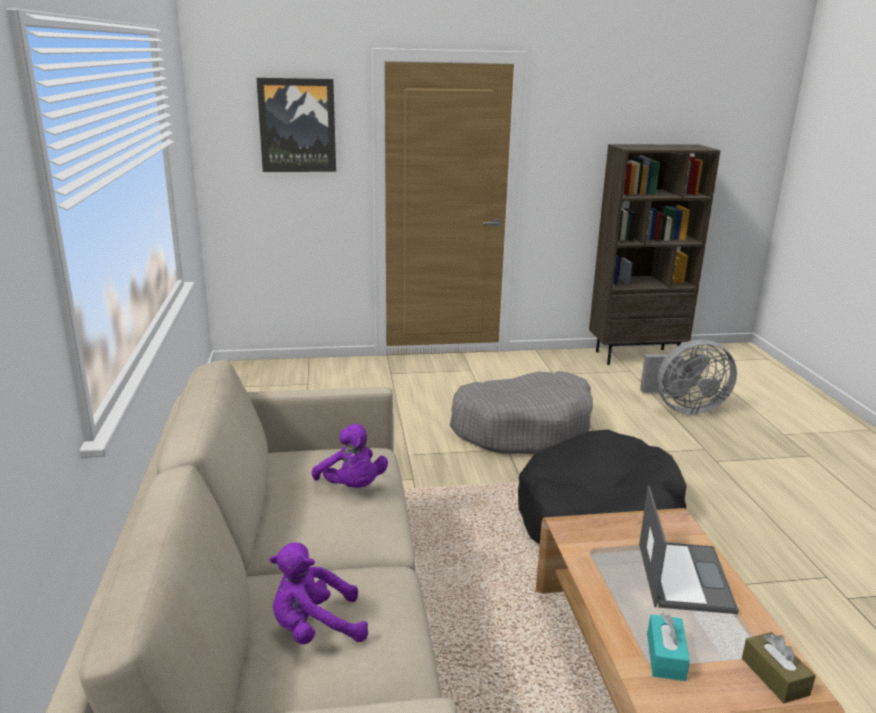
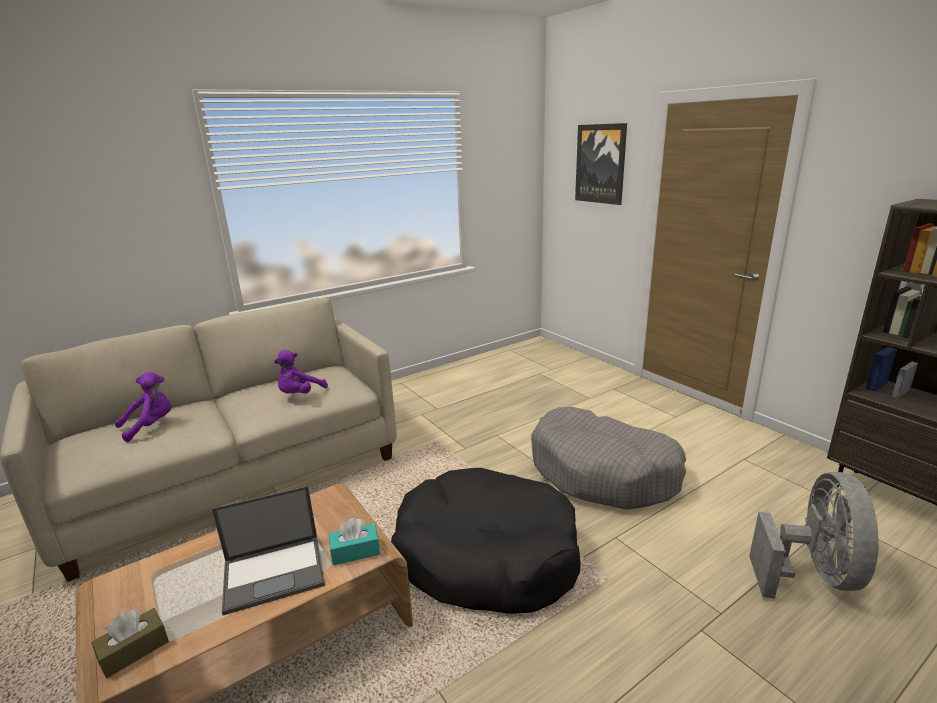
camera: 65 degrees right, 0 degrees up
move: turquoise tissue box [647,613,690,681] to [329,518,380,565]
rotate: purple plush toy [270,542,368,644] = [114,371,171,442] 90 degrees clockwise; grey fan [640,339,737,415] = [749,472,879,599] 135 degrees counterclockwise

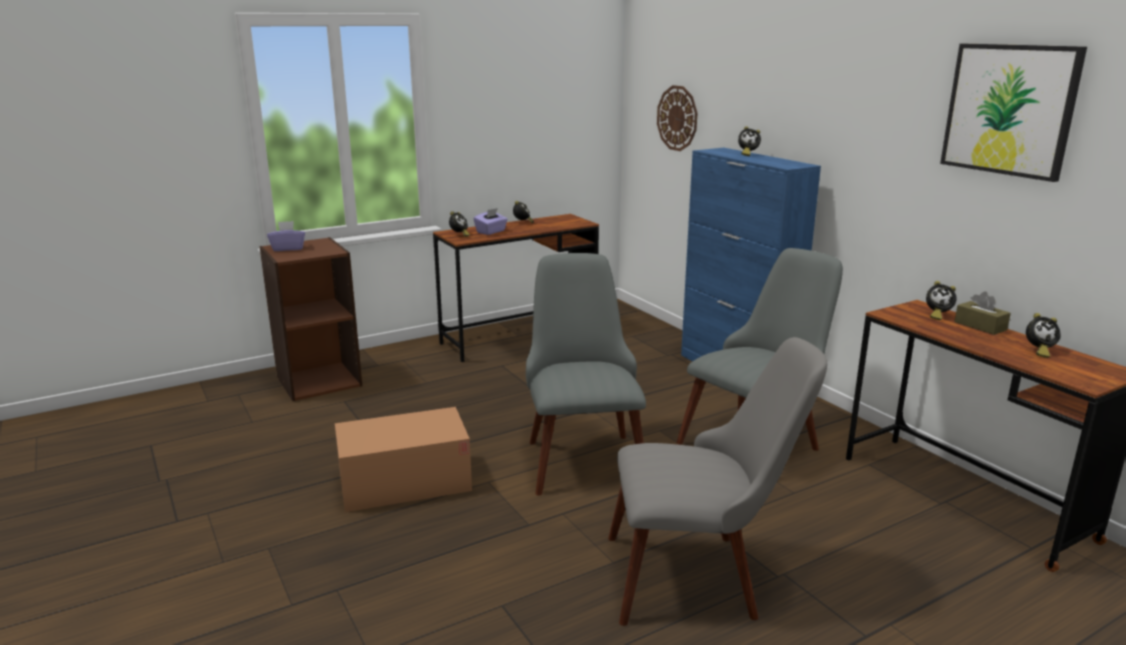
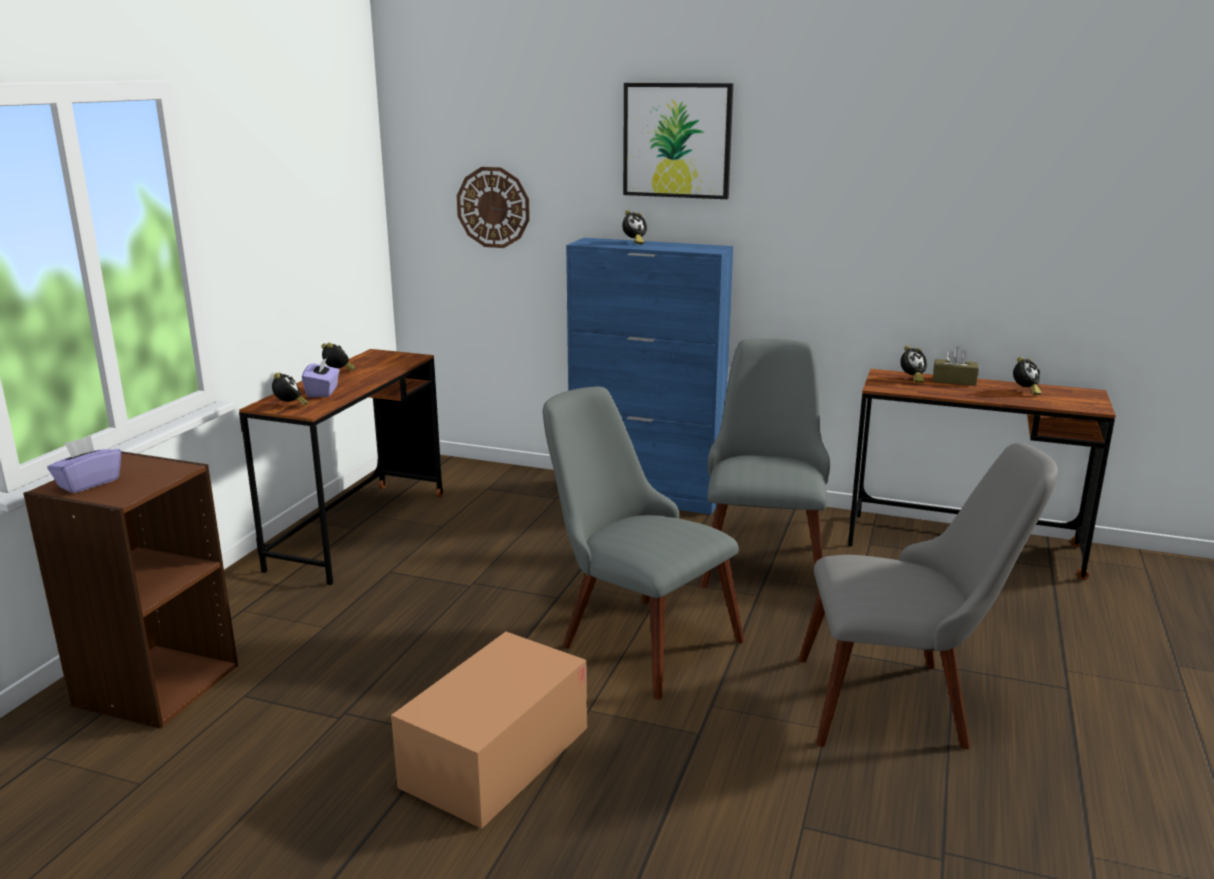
camera: 40 degrees left, 0 degrees up
move: picture [940,44,1087,182] to [623,83,733,199]
rotate: grey chair [608,337,827,626] = [798,443,1058,749] 45 degrees clockwise

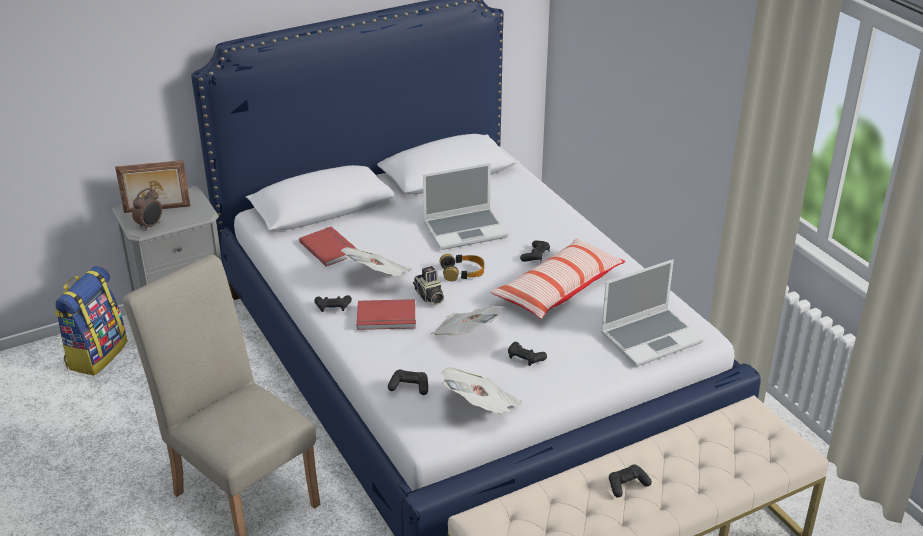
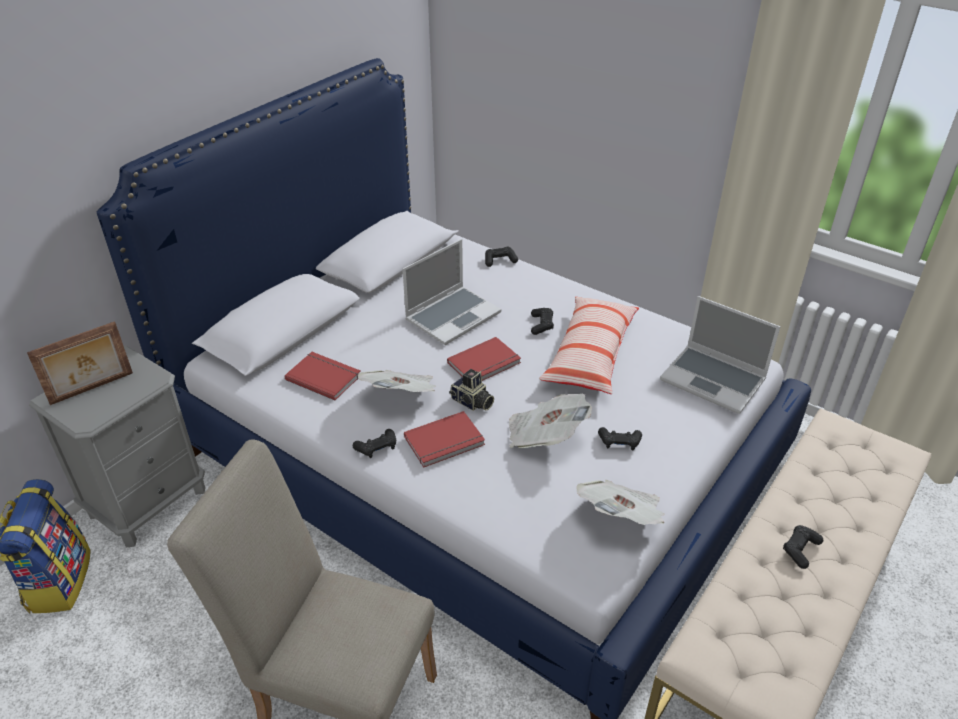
camera: 25 degrees left, 5 degrees up
delete: alarm clock [132,188,162,231]
move: black game controller [388,369,428,395] to [485,247,518,267]
replace: headphones [440,254,485,281] to red book [447,337,521,381]
rotate: laptop [601,259,704,367] = [660,296,780,414] 90 degrees clockwise

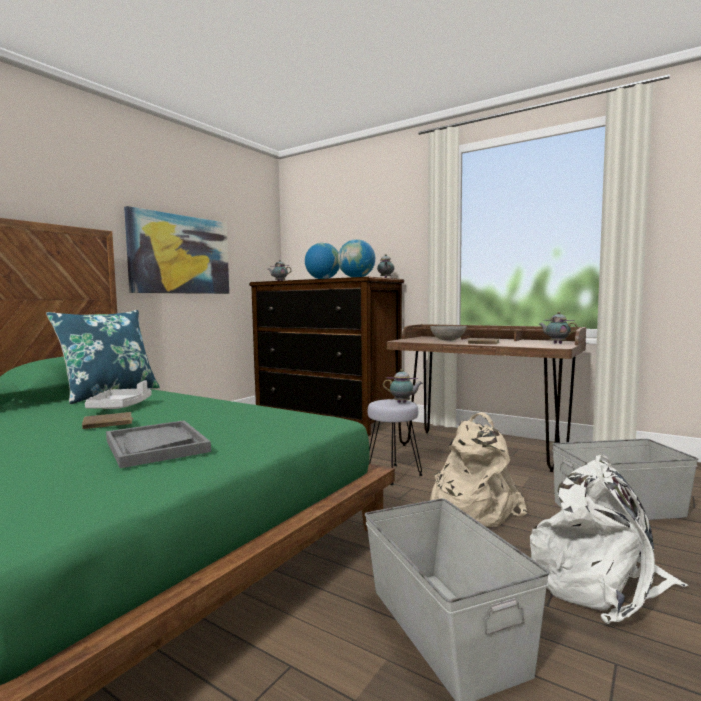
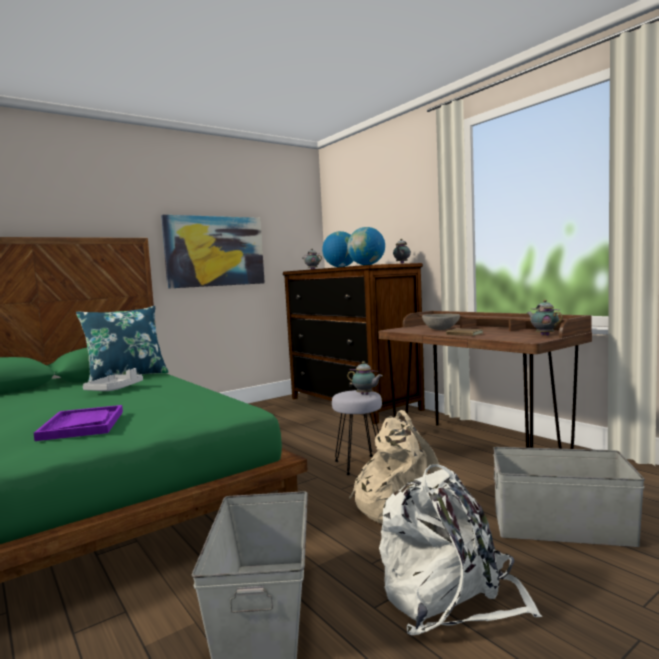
camera: 20 degrees right, 0 degrees up
delete: brown book [82,412,134,429]
recolor: grey tray [106,420,211,468] to purple tray [34,405,123,441]

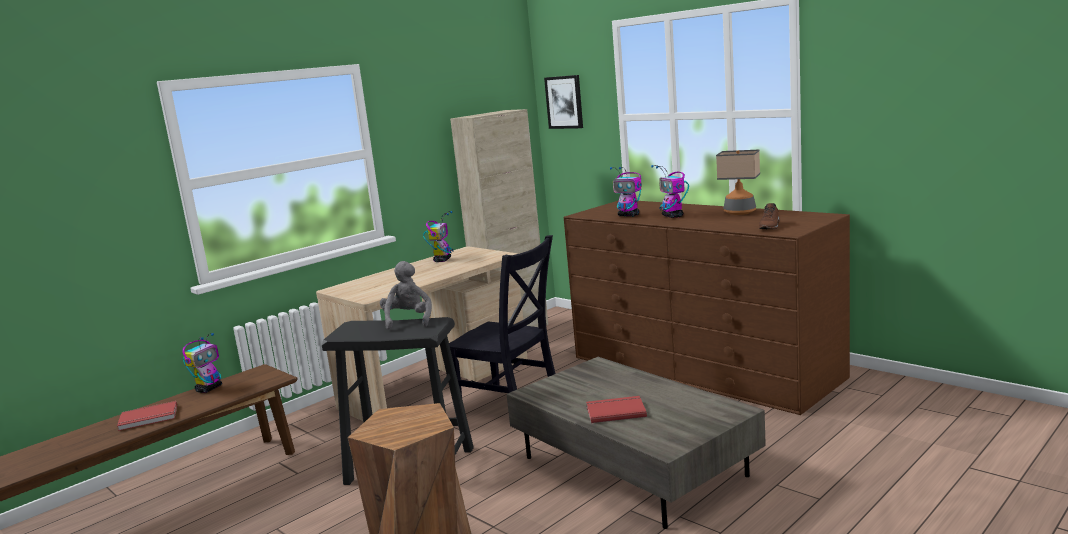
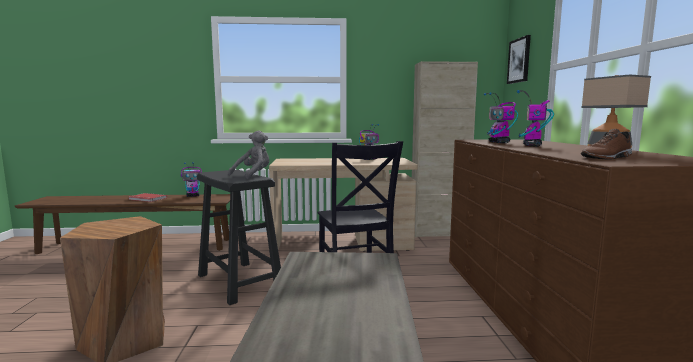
camera: 40 degrees right, 5 degrees down
delete: red book [586,396,647,423]

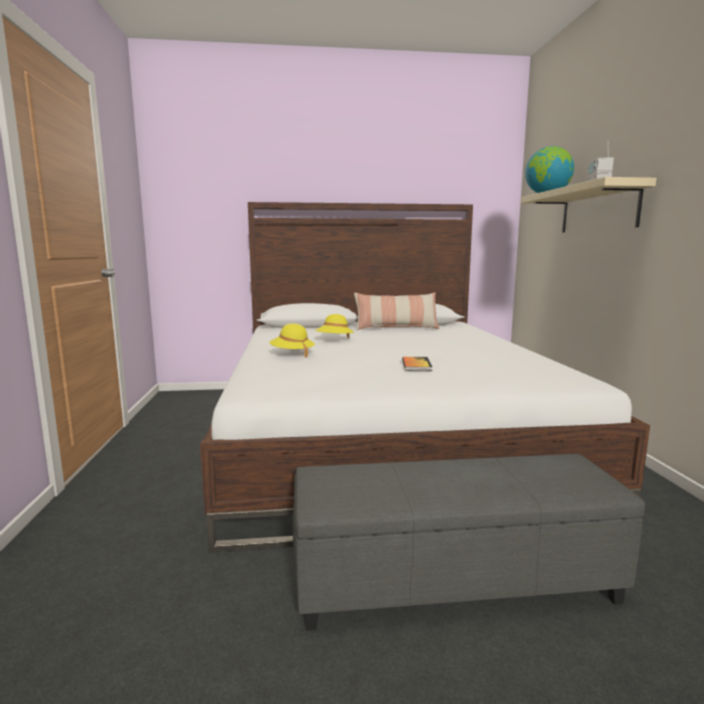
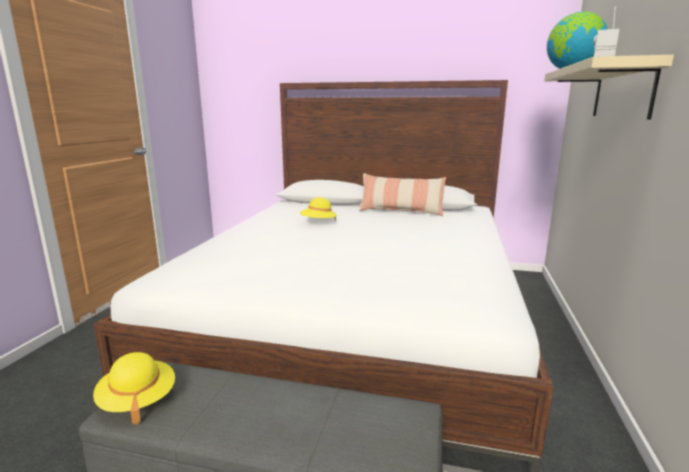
camera: 20 degrees right, 5 degrees up
delete: book [402,357,432,371]
move: yellow hat [269,323,315,358] to [93,352,175,425]

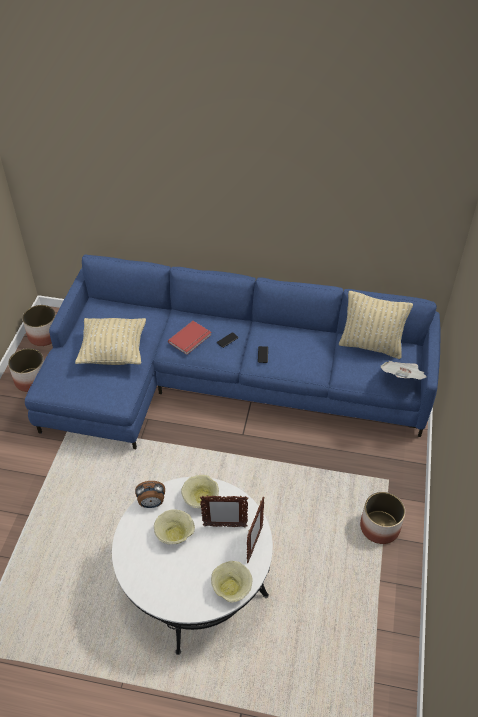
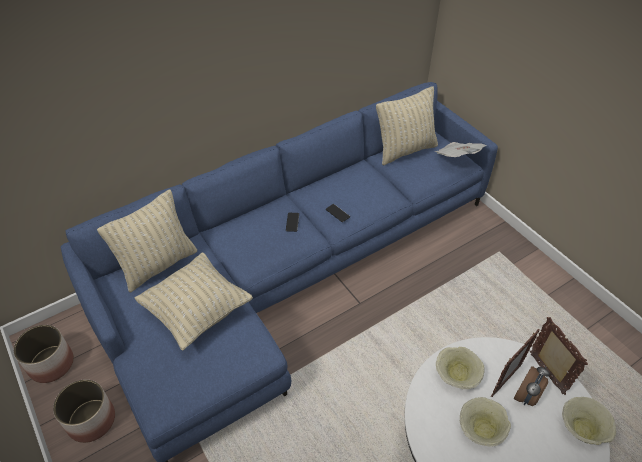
camera: 45 degrees left, 0 degrees up
delete: red book [168,321,212,355]; planter [360,492,405,544]
insert: beige pillow [97,189,197,292]
move: alarm clock [135,481,165,508] to [514,366,550,406]

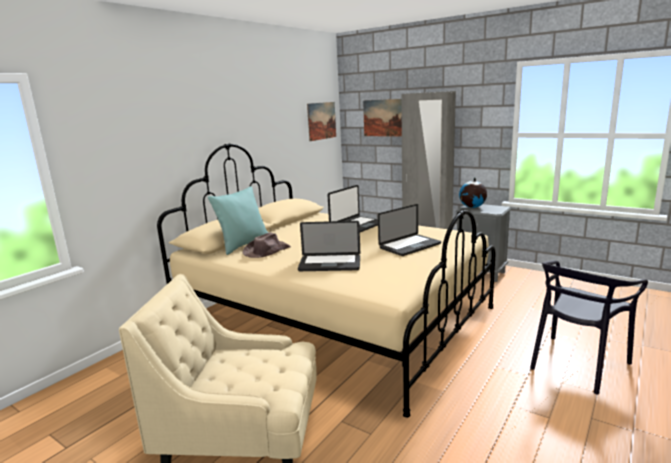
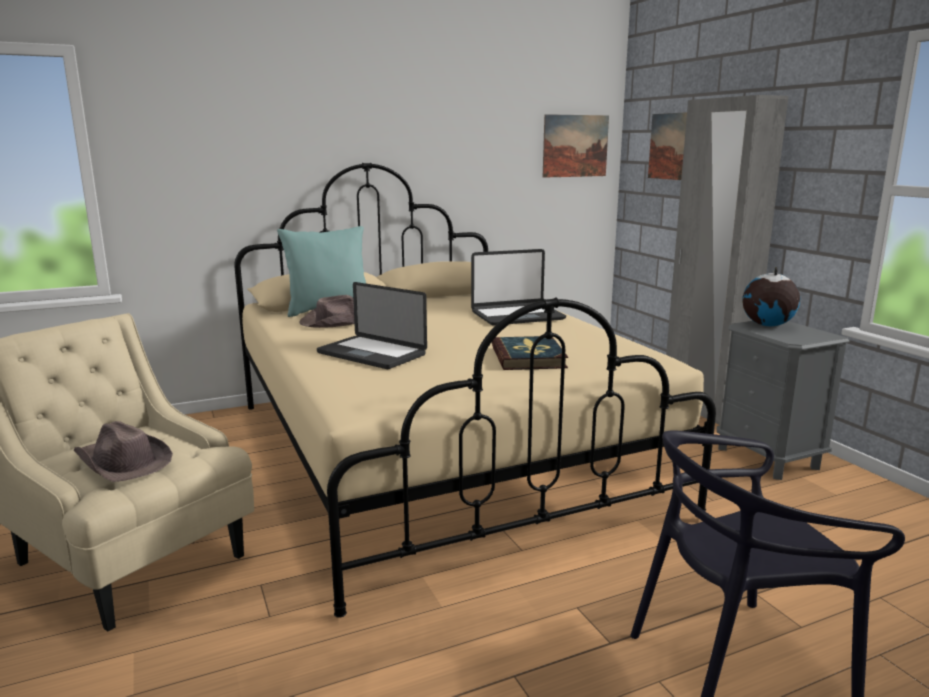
camera: 30 degrees right, 0 degrees up
insert: brown hat [74,421,173,482]
replace: laptop [378,204,441,256] to book [492,336,568,370]

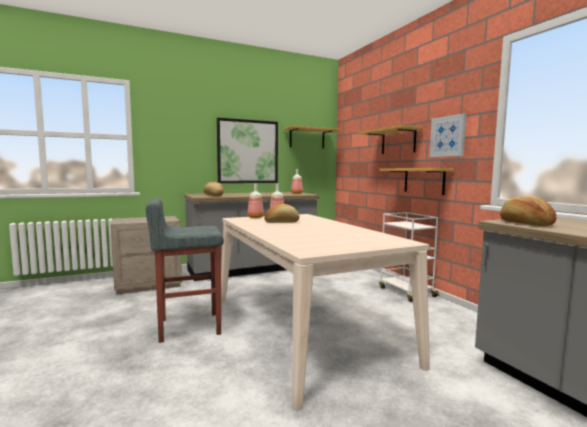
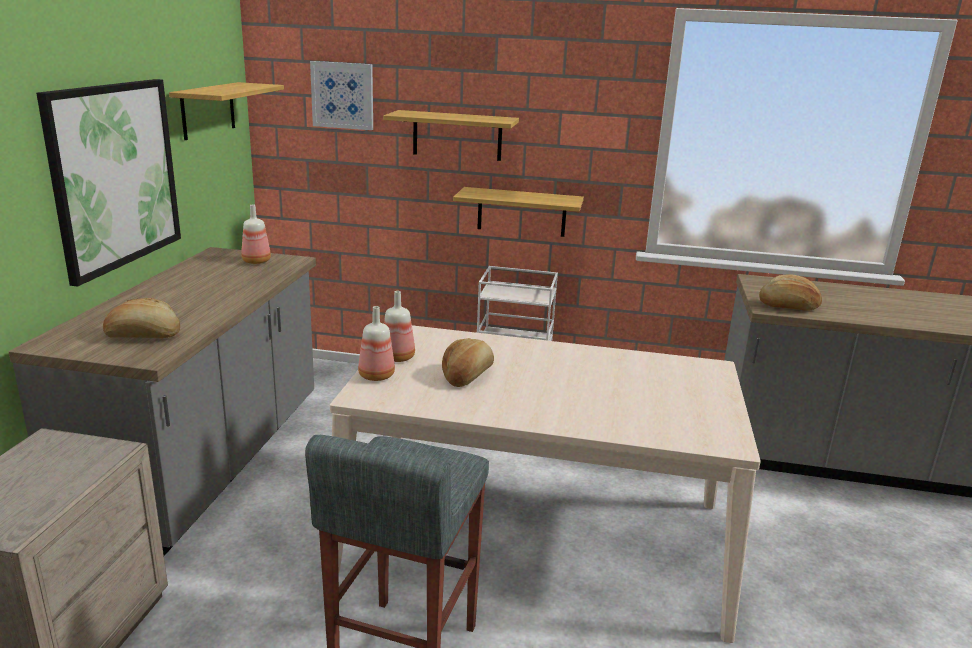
camera: 55 degrees left, 15 degrees up
move: picture [430,113,466,157] to [310,61,373,130]

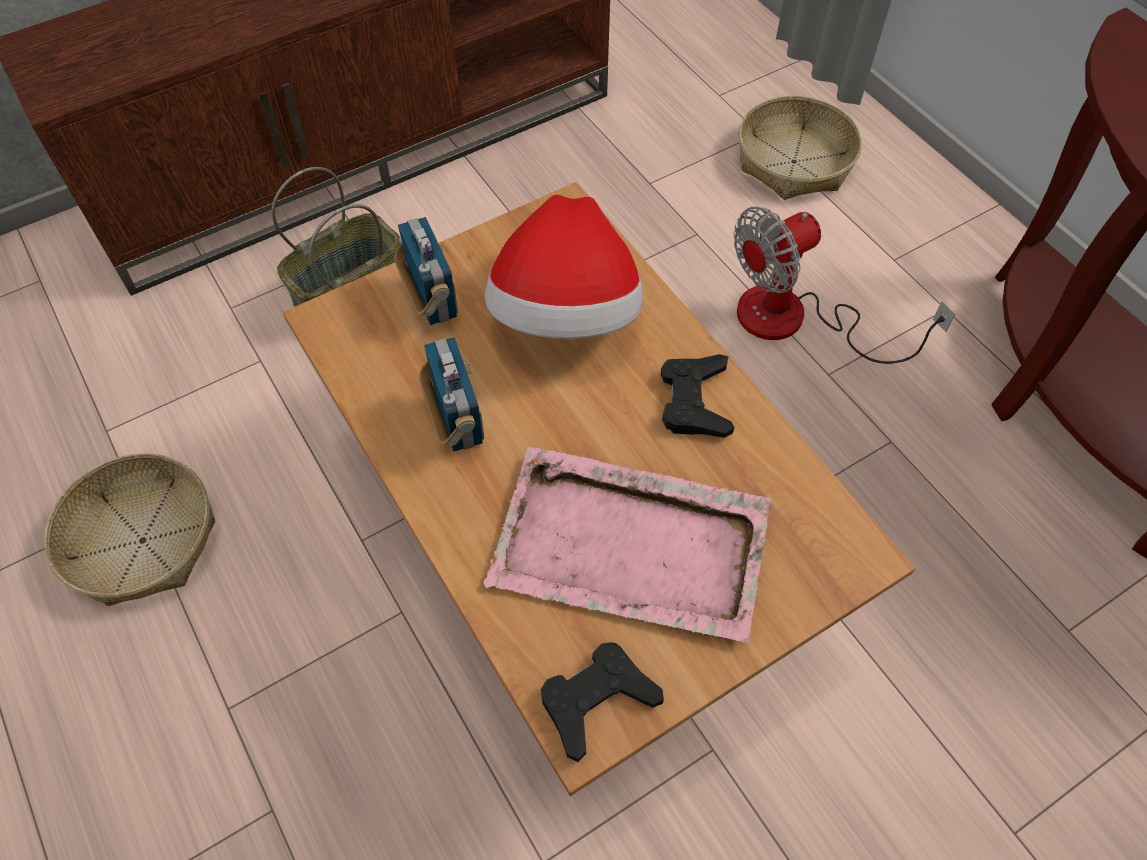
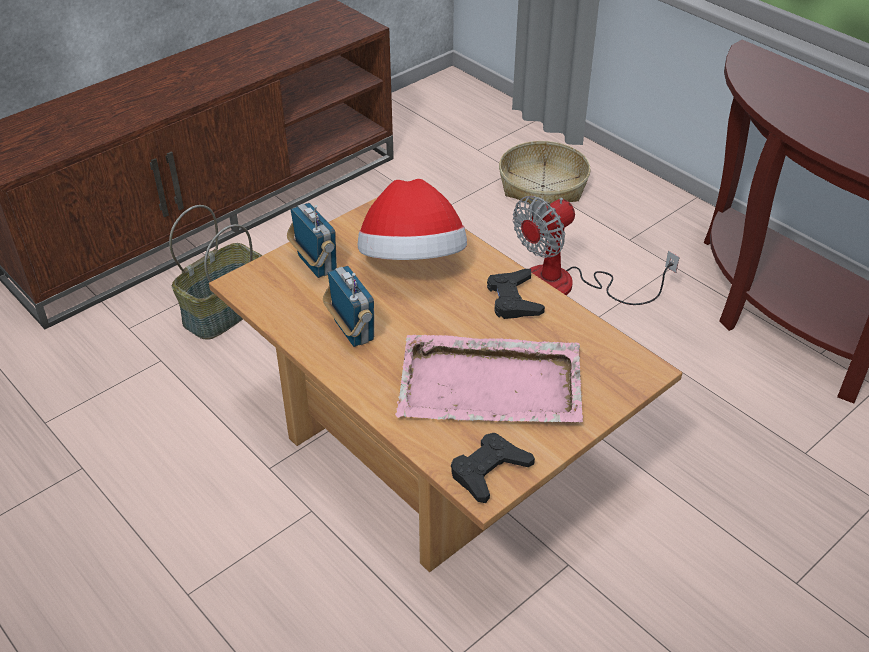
camera: 10 degrees left, 15 degrees down
delete: basket [44,453,215,606]

